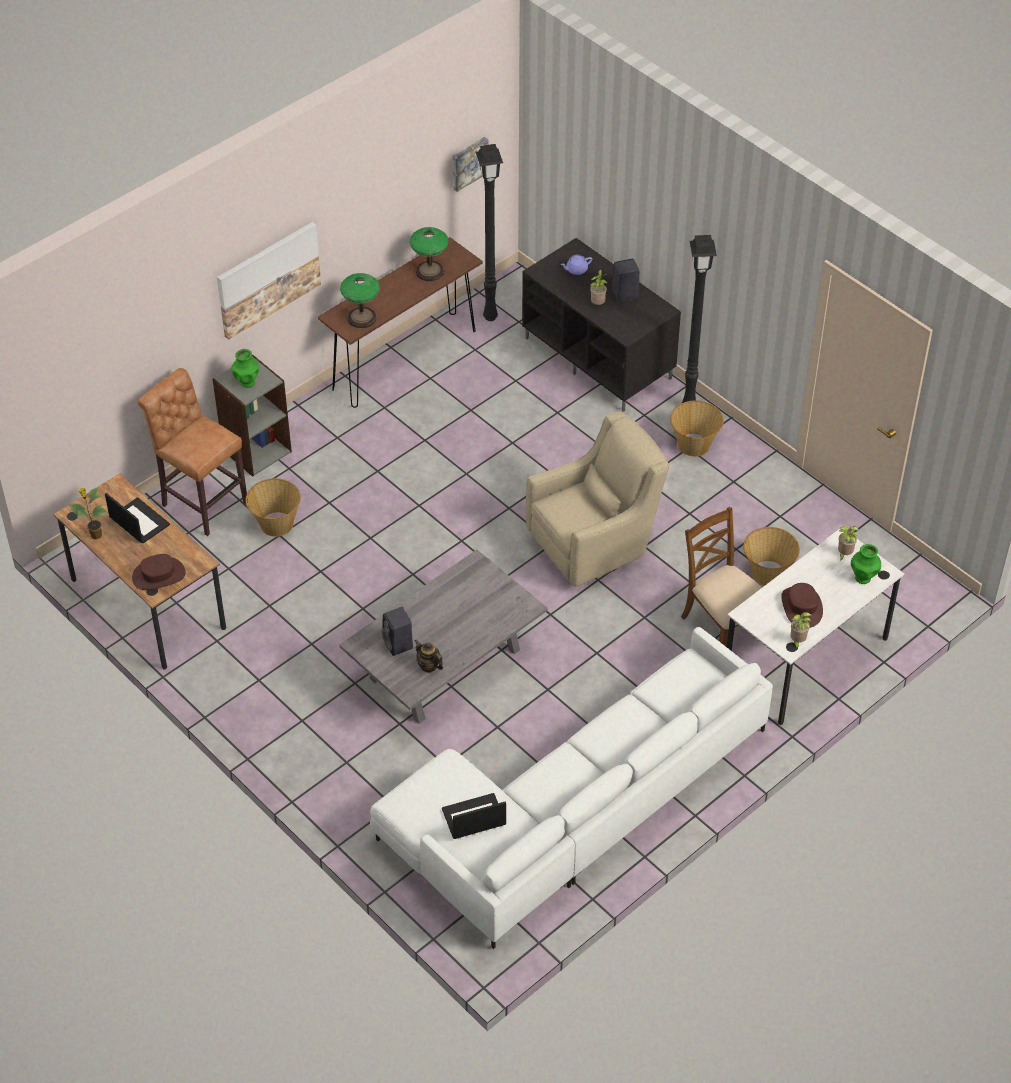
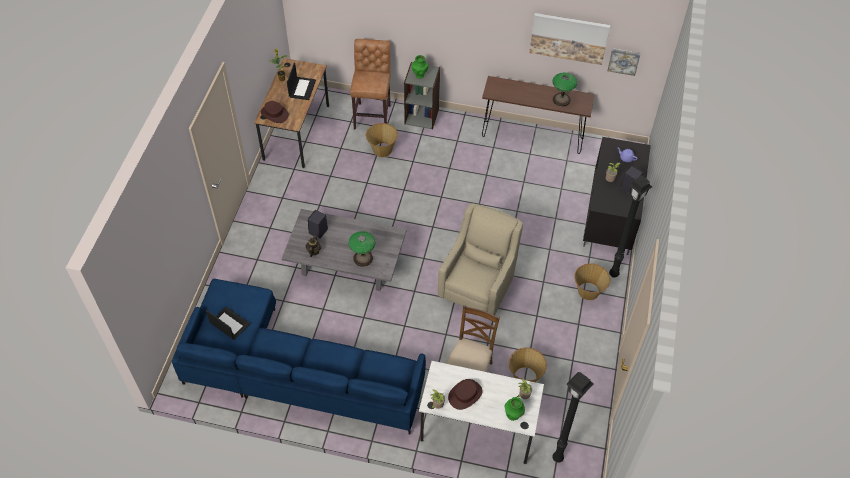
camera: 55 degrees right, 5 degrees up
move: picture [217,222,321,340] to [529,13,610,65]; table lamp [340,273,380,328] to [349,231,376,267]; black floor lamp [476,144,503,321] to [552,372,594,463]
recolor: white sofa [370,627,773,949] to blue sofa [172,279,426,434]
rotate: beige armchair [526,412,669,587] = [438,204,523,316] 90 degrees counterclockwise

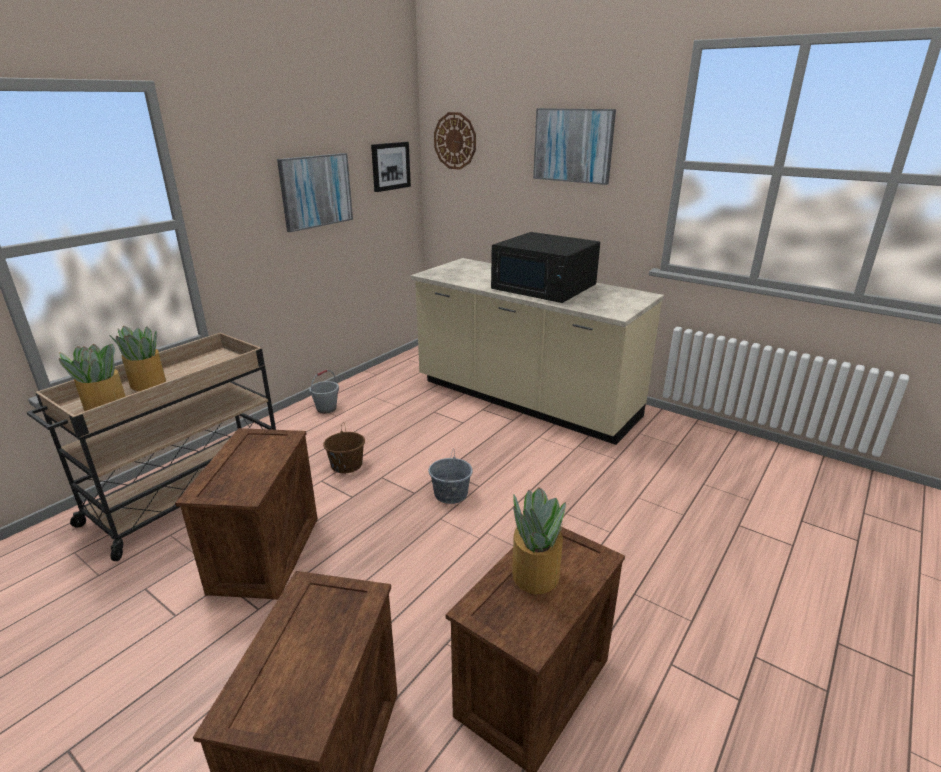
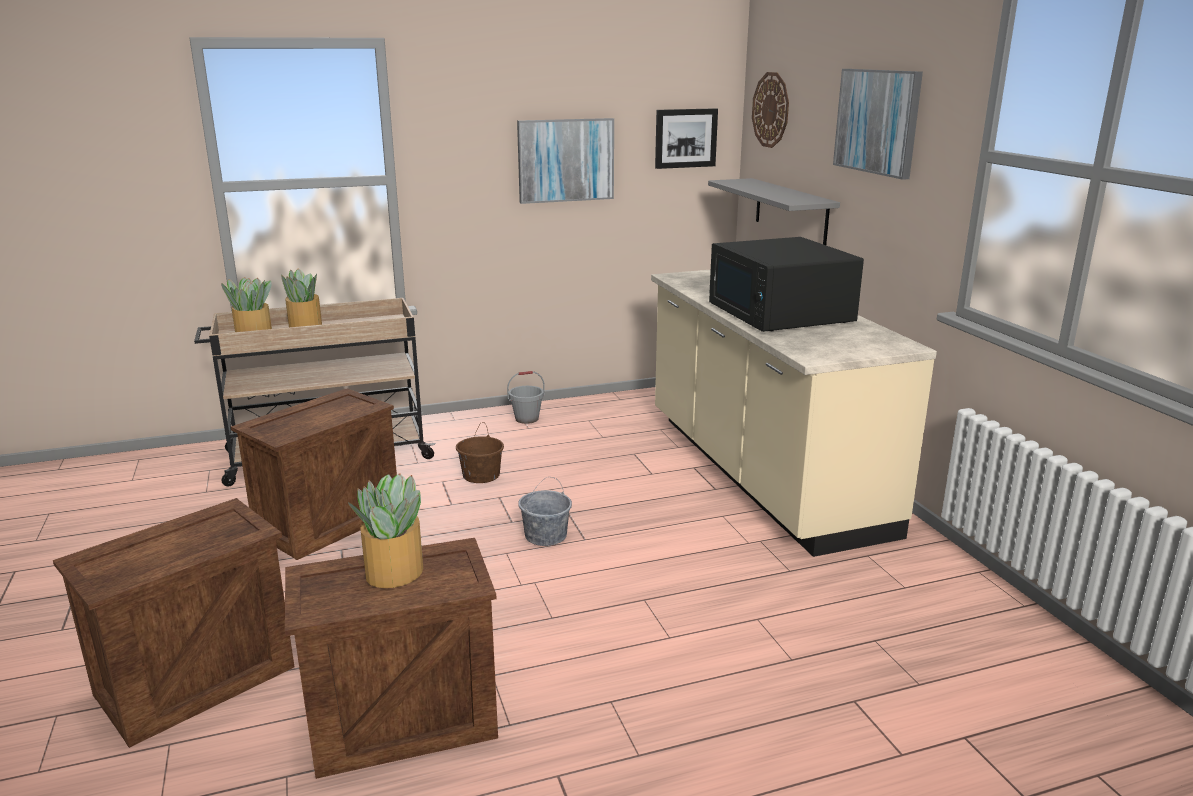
camera: 35 degrees right, 5 degrees down
insert: grey shelf [708,178,840,245]

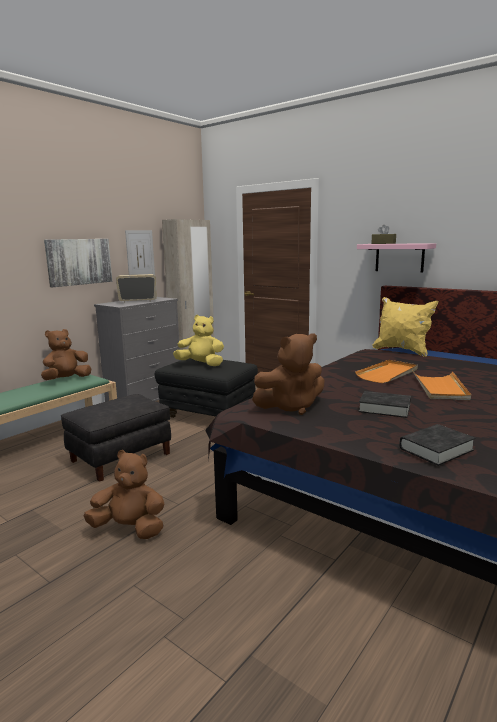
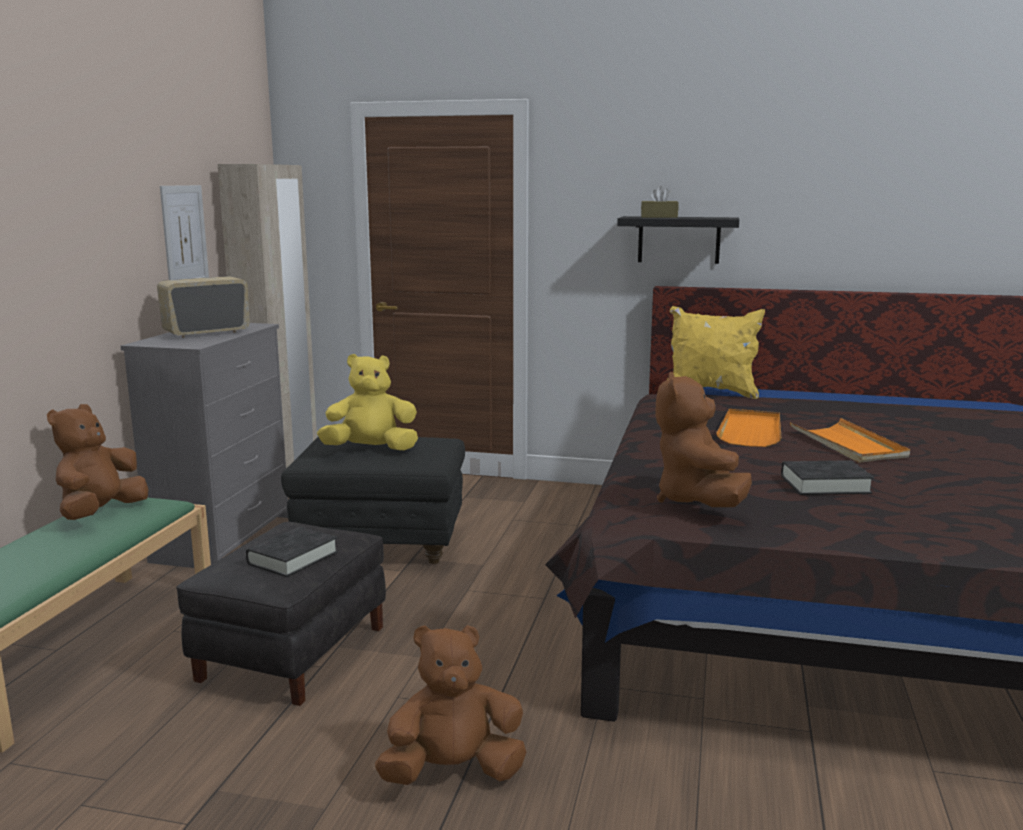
camera: 25 degrees left, 0 degrees up
delete: picture [44,239,112,287]
move: black book [399,424,476,466] to [246,527,338,577]
recolor: pink shelf [357,243,436,273] to black shelf [617,216,739,264]
rotate: brown plush toy [252,333,324,415] = [655,372,752,507] 135 degrees clockwise

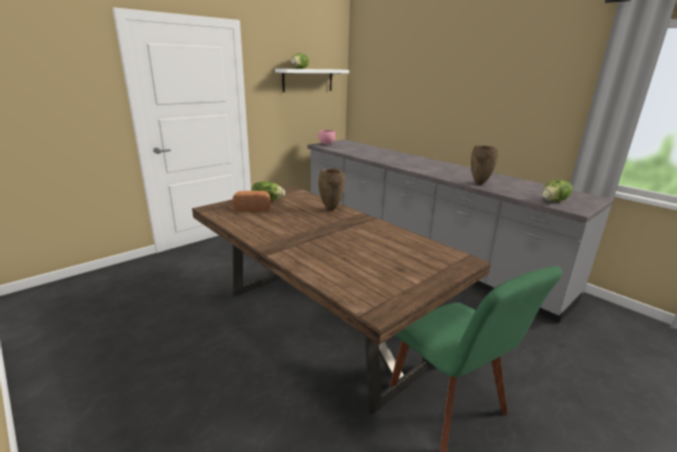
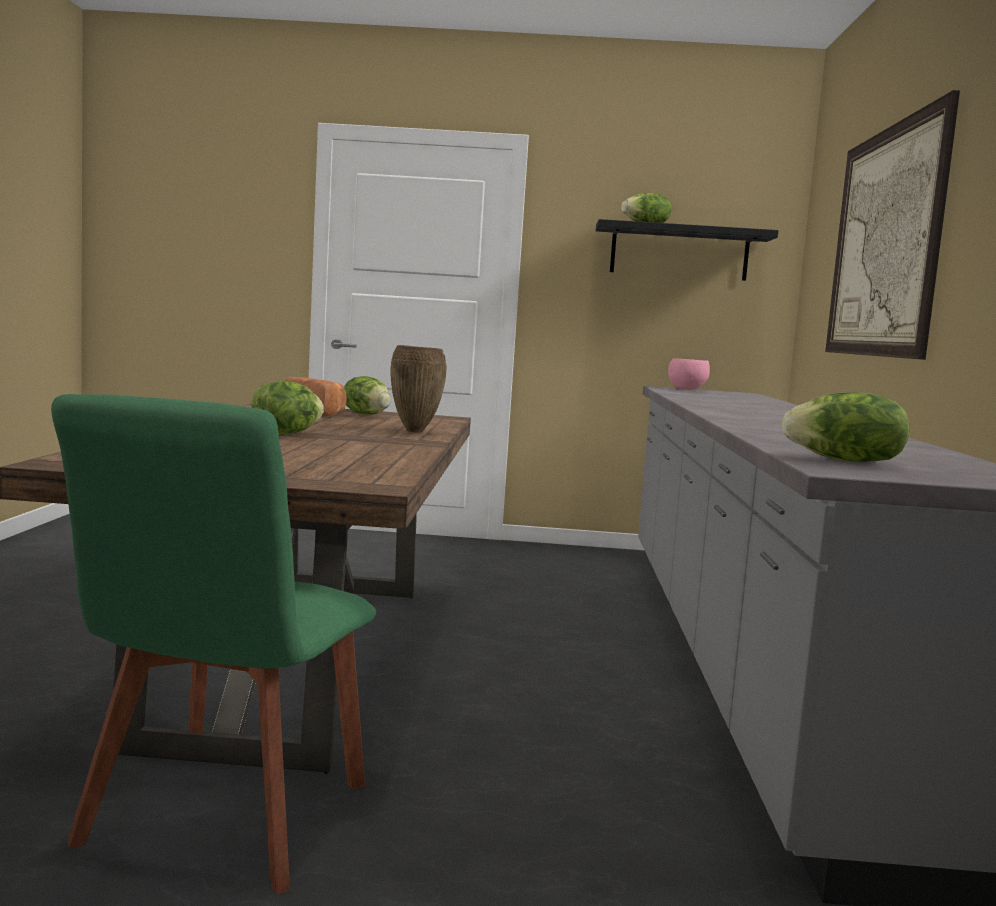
camera: 45 degrees right, 15 degrees down
delete: brown vase [471,145,498,185]
insert: lettuce [251,381,324,434]; picture [825,90,960,360]
recolor: white shelf [275,69,349,92] to black shelf [596,219,779,281]

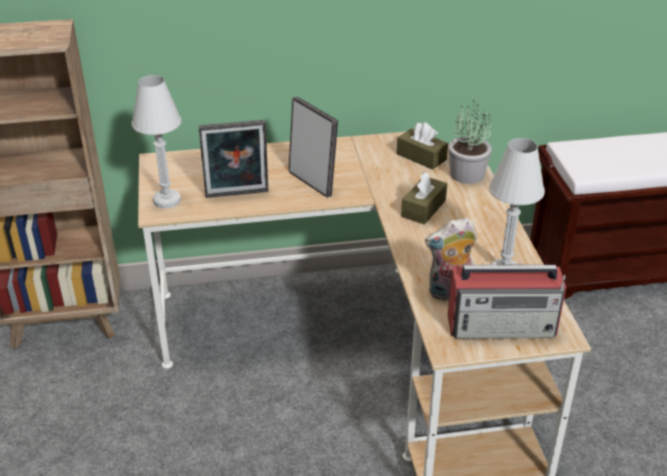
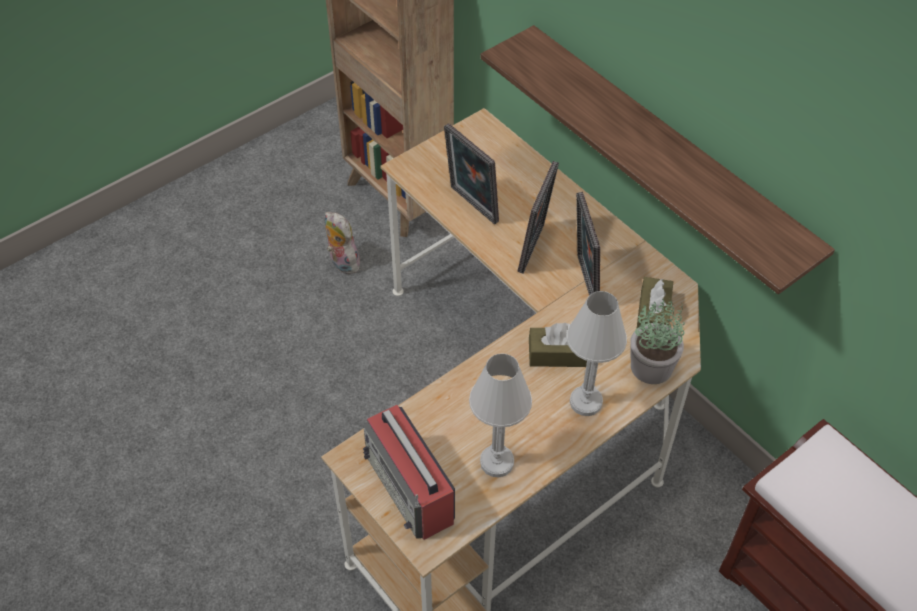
camera: 60 degrees right, 15 degrees up
insert: shelf [480,25,835,294]; picture frame [576,192,600,295]
move: white table lamp [132,75,182,209] to [567,291,627,416]; plush toy [425,218,477,301] to [325,212,360,274]

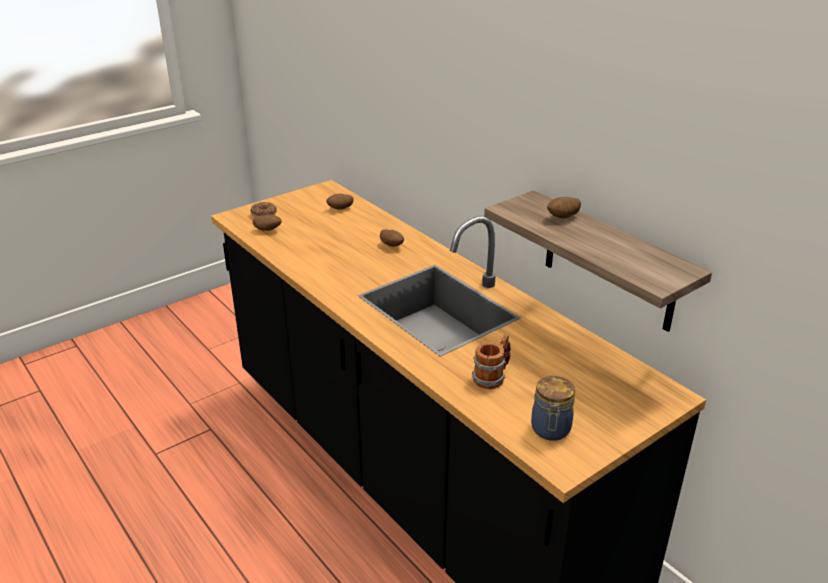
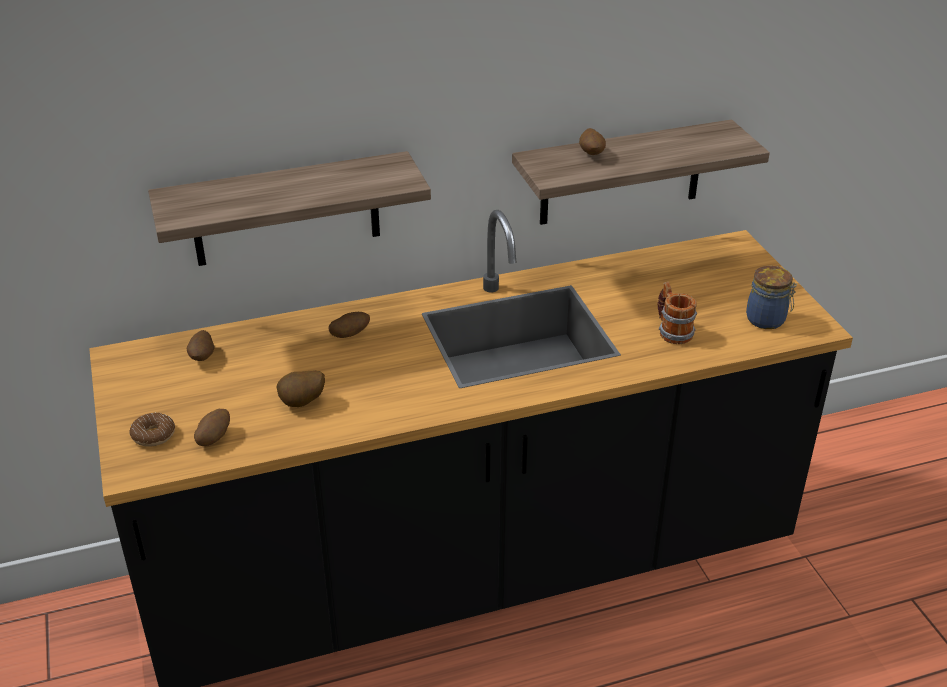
camera: 70 degrees left, 5 degrees up
insert: shelf [148,151,431,266]; potato [276,371,325,407]

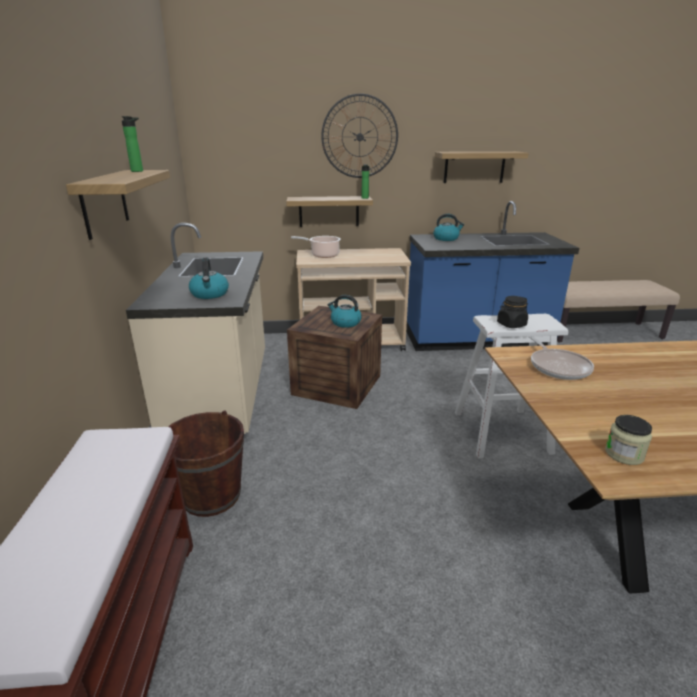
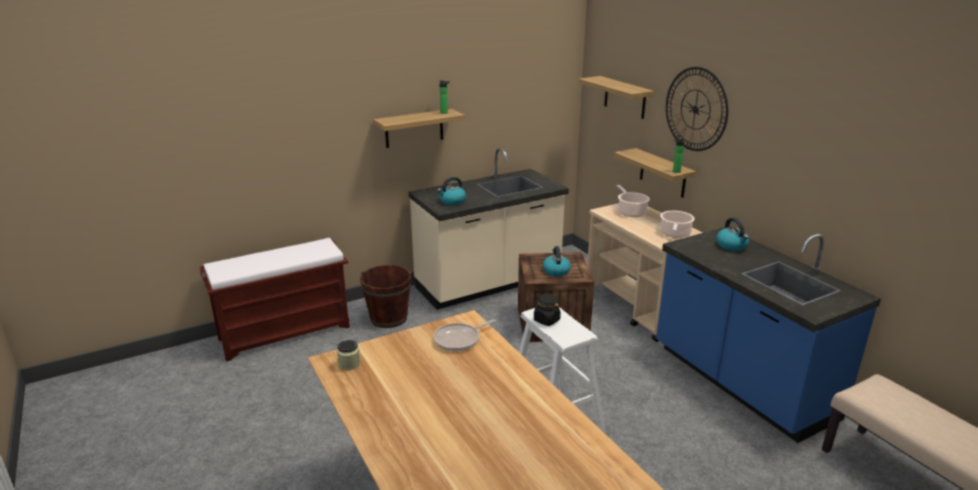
camera: 65 degrees right, 0 degrees up
insert: cooking pot [660,211,695,238]
move: shelf [435,151,529,183] to [579,76,654,119]

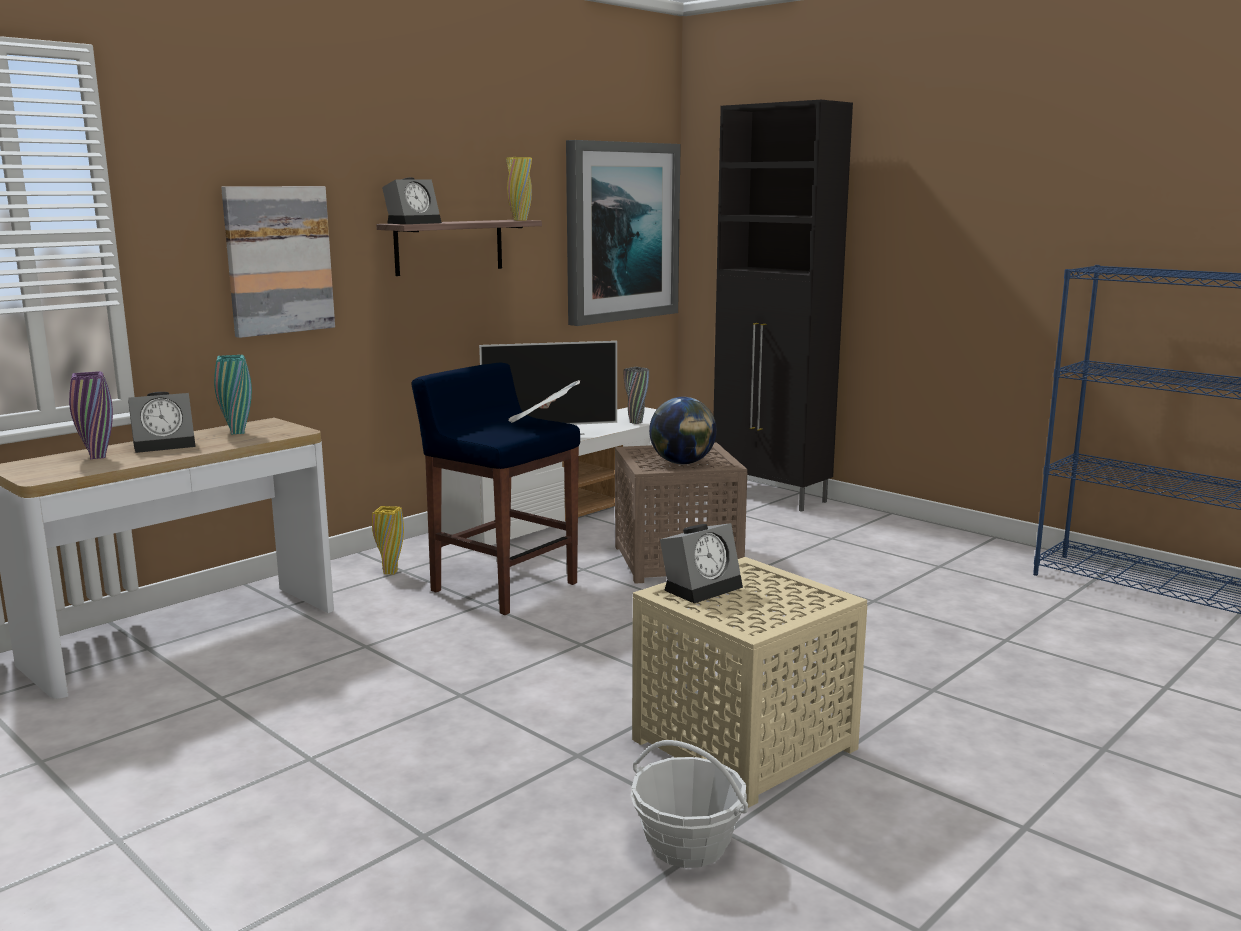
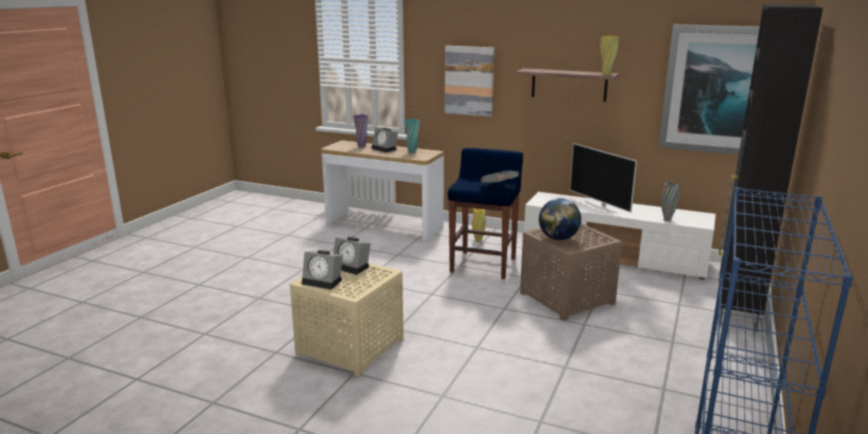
camera: 70 degrees right, 5 degrees up
delete: basket [631,740,748,868]
move: alarm clock [382,177,442,224] to [302,250,343,290]

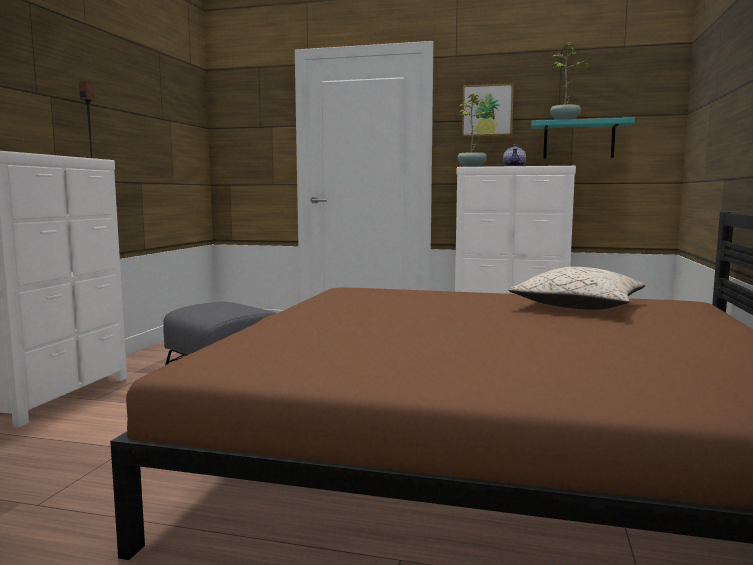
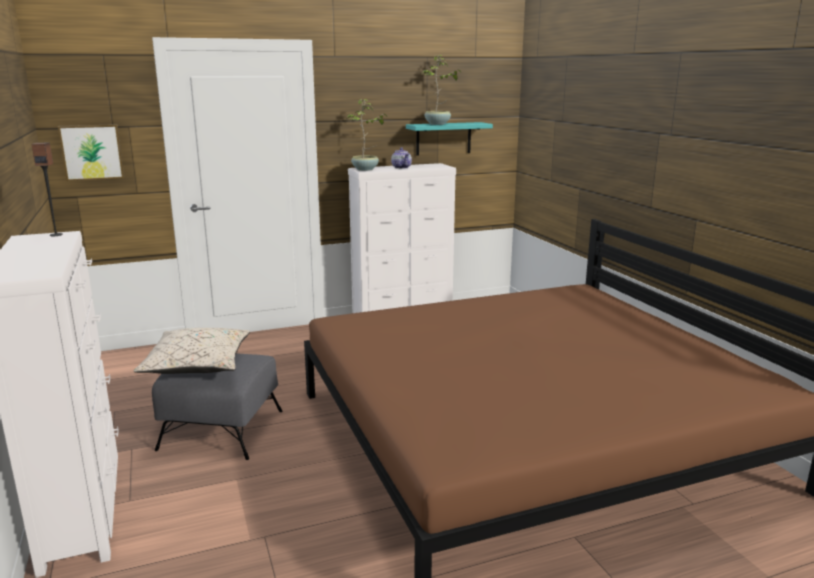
camera: 35 degrees left, 10 degrees up
move: picture [462,83,514,137] to [58,124,124,181]; beige pillow [508,267,645,310] to [134,328,250,374]

